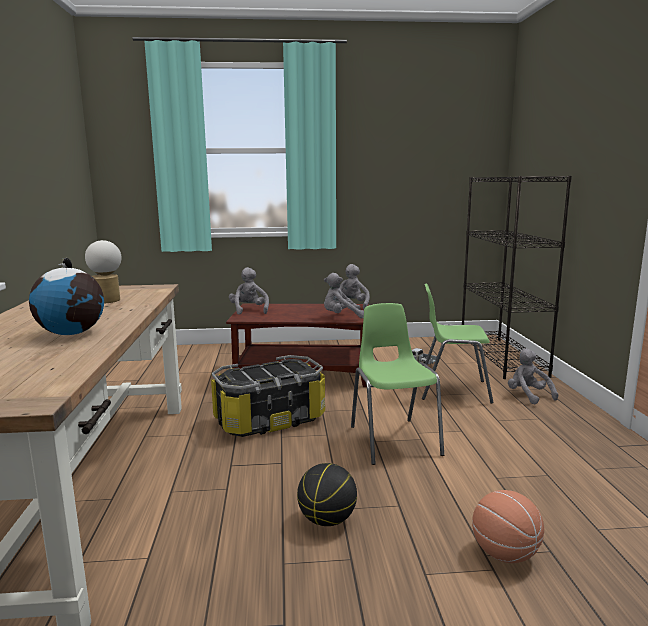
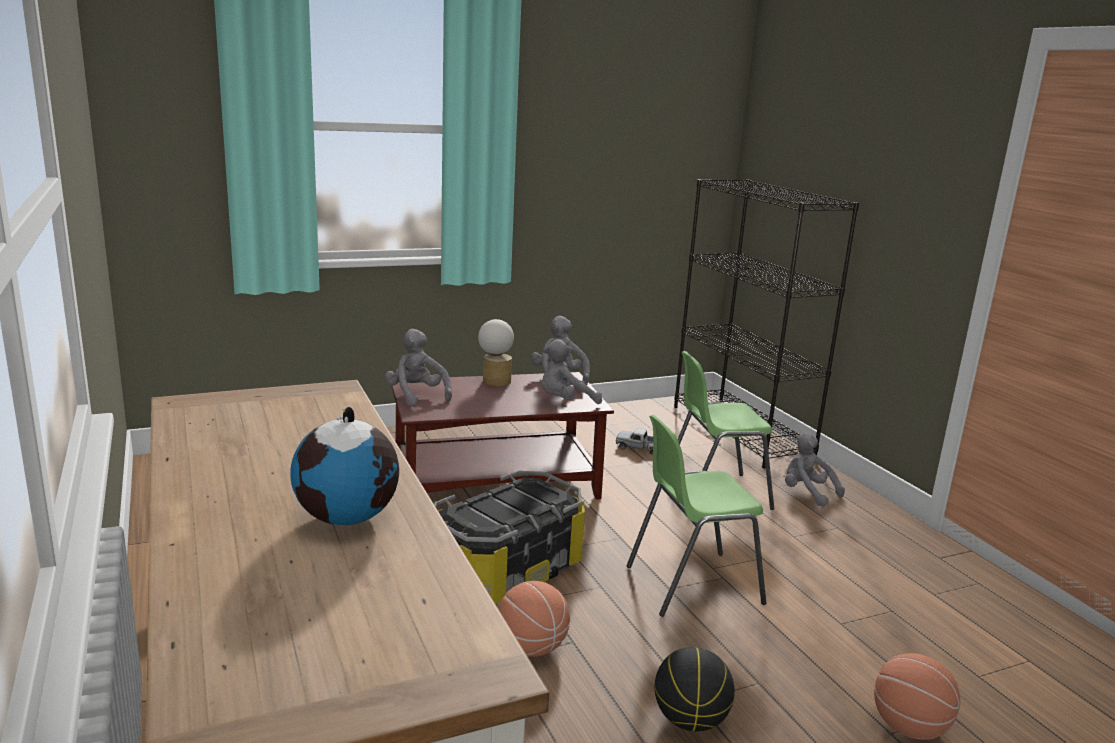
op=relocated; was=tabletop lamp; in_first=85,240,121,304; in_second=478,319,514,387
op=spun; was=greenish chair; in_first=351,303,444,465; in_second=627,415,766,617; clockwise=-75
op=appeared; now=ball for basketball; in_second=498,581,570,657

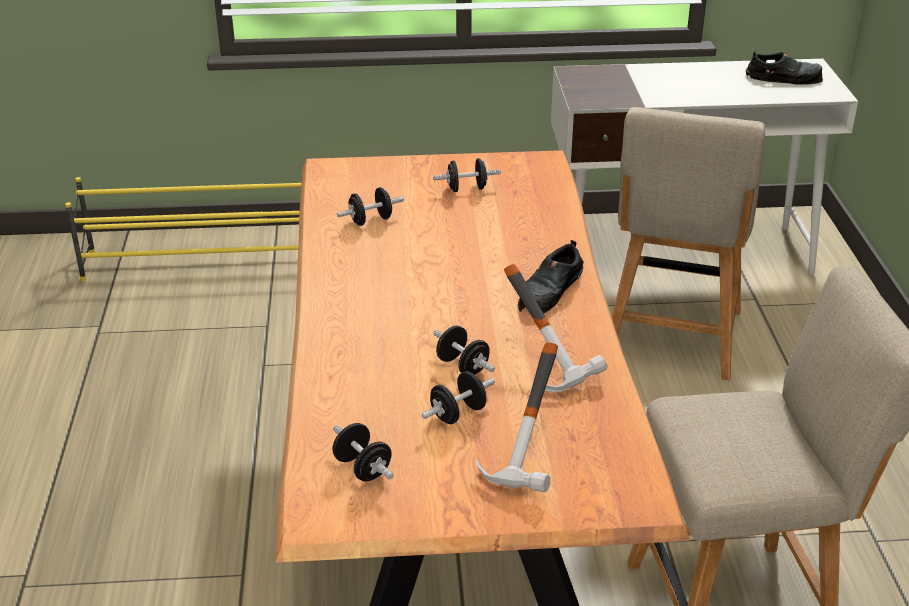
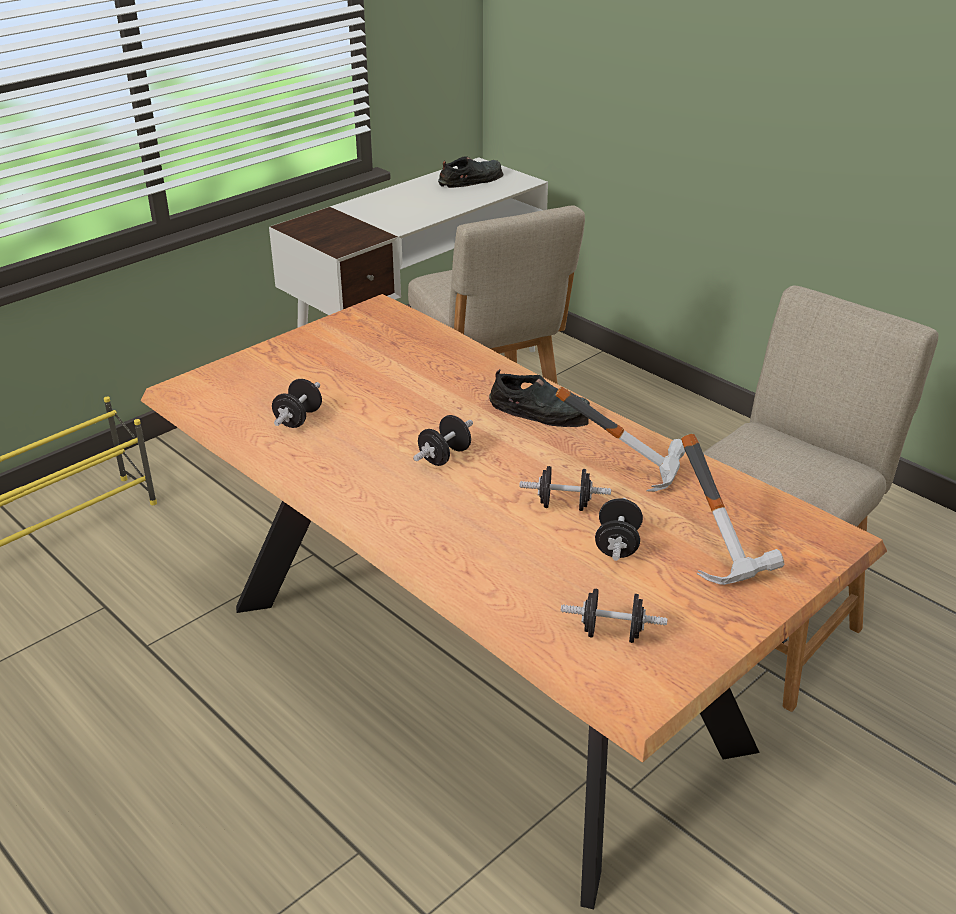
op=relocated; was=black-coloured hand weight; in_first=433,158,501,192; in_second=413,415,473,466
op=spun; was=black-coloured shoe; in_first=518,240,584,313; in_second=489,369,590,427; clockwise=-60

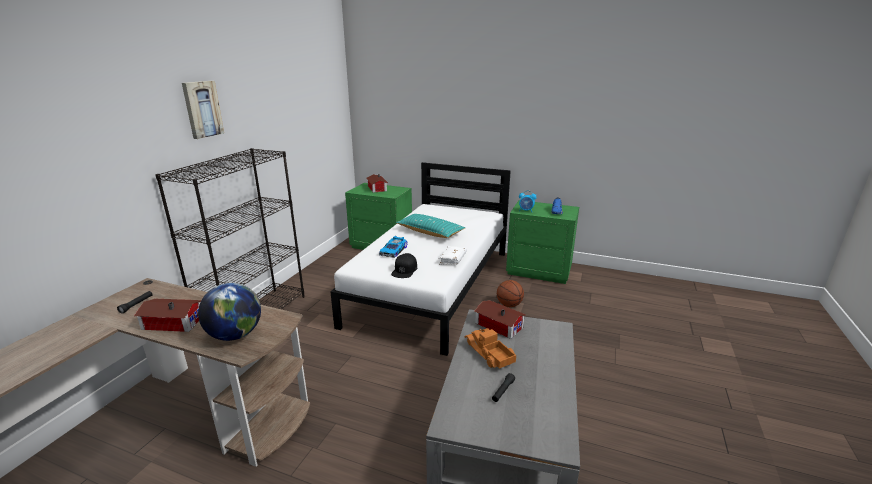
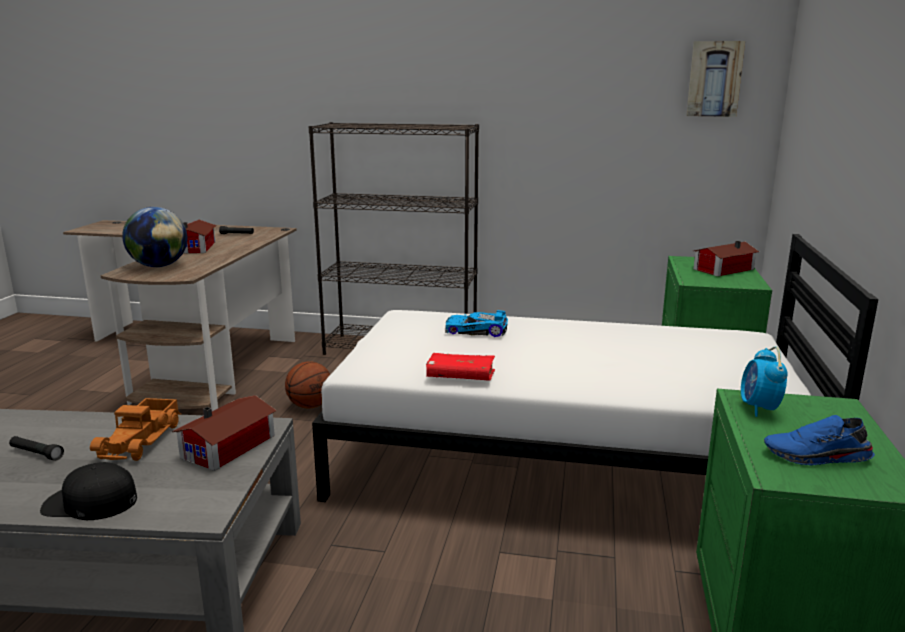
op=relocated; was=wall art; in_first=182,81,224,139; in_second=686,41,745,117
op=relocated; was=black-coloured peaked cap; in_first=391,253,417,278; in_second=40,462,137,520
op=missing; was=turquoise throw pillow; in_first=396,214,465,238
op=colour; was=white-coloured book; now=red-coloured book; in_first=439,246,467,265; in_second=426,353,495,381
op=spun; was=model truck; in_first=465,328,516,369; in_second=90,398,181,461; clockwise=135
op=relocated; was=ball for basketball; in_first=497,280,524,307; in_second=285,361,330,408

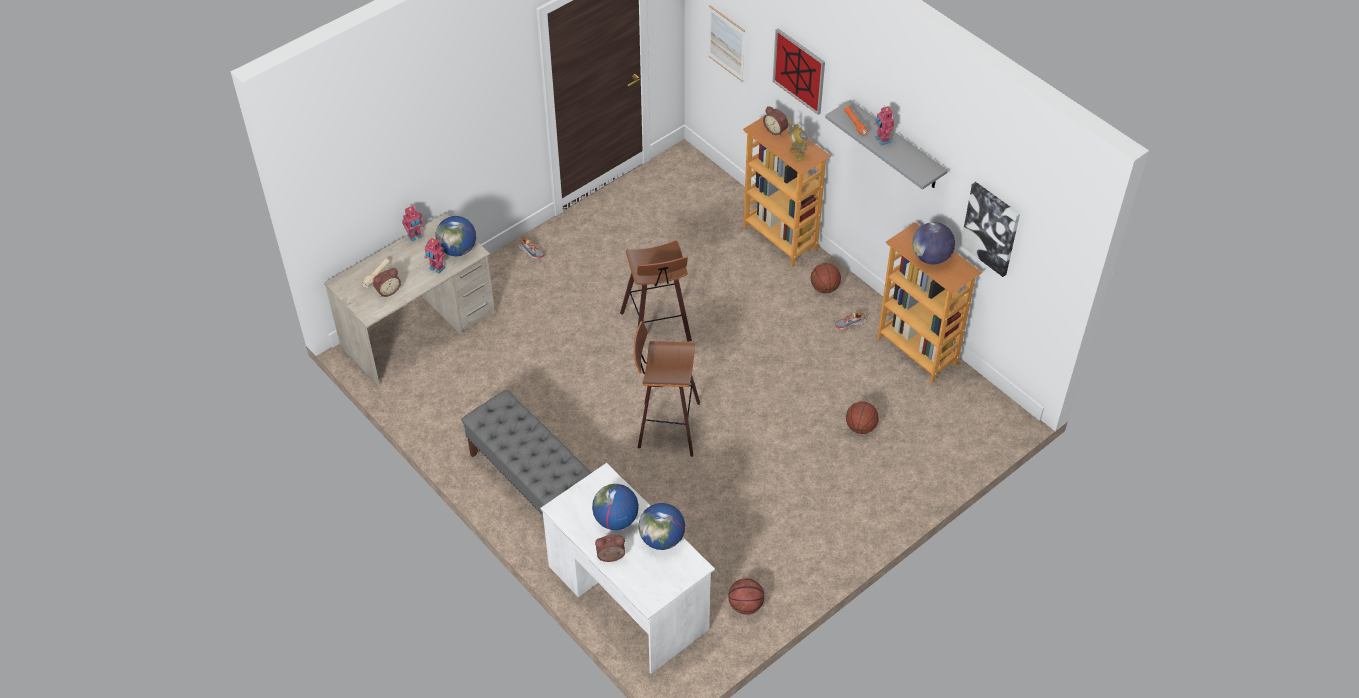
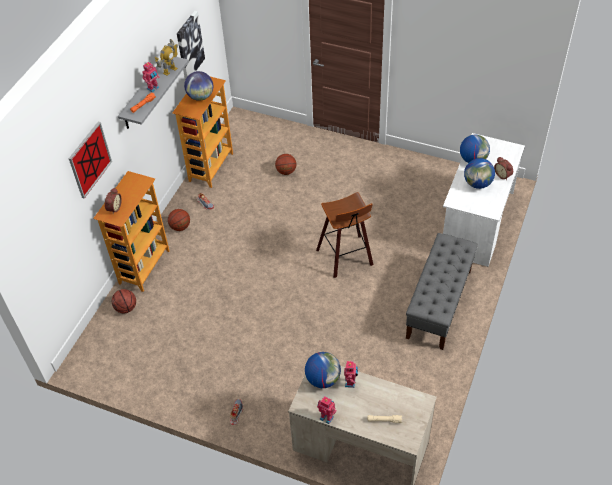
op=missing; was=table clock; in_first=373,268,401,297
op=missing; was=stool; in_first=620,240,692,342
op=missing; was=wall art; in_first=708,5,745,82
op=relocated; was=ball for basketball; in_first=728,578,764,615; in_second=112,289,136,313
op=relocated; was=toy robot; in_first=788,119,808,162; in_second=155,39,178,76

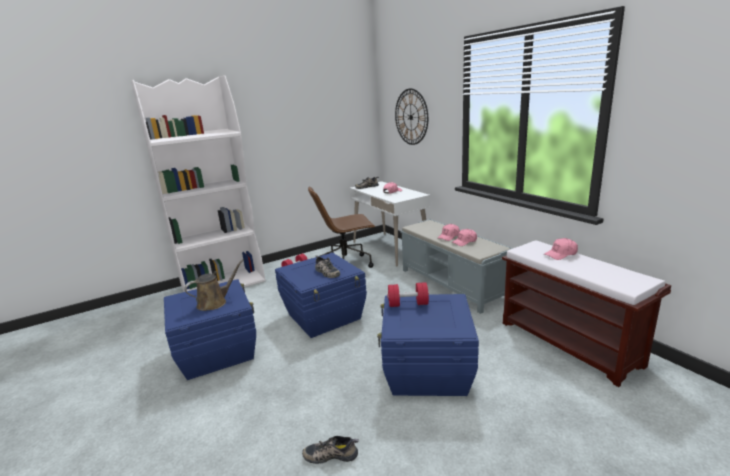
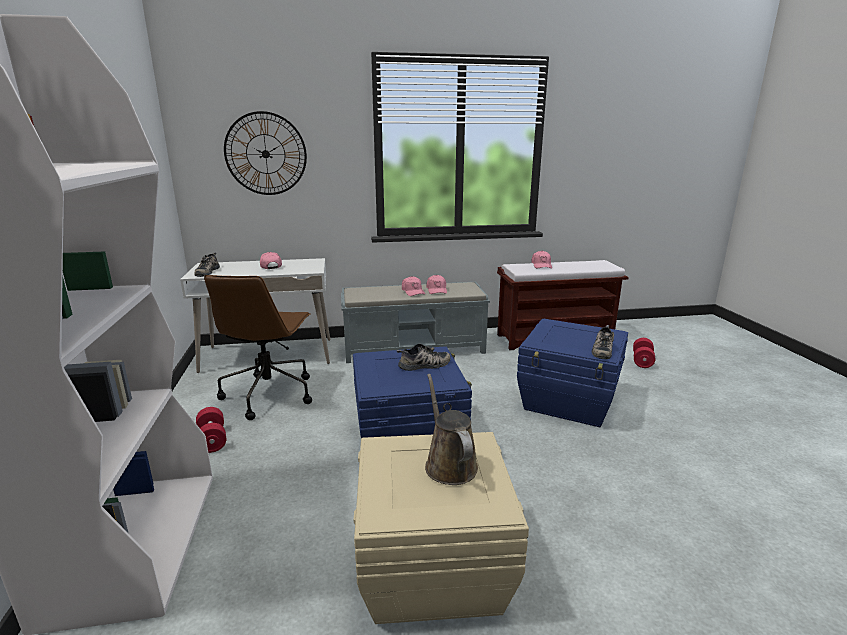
op=colour; was=blue storage bin; now=beige-coloured storage bin; in_first=164,279,256,380; in_second=354,432,529,624
op=relocated; was=shoe; in_first=302,436,359,464; in_second=592,325,614,359
op=relocated; was=red-coloured hand weight; in_first=387,282,429,307; in_second=633,338,655,368

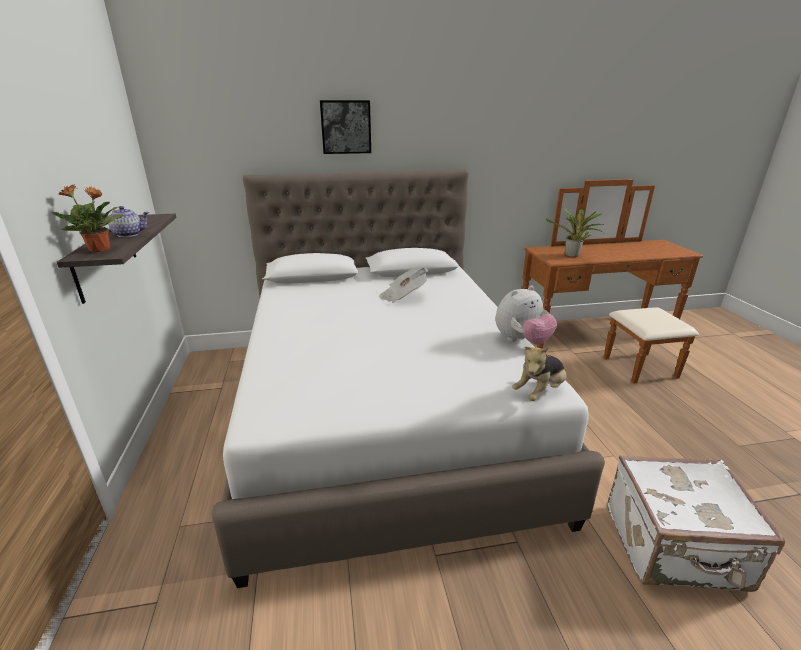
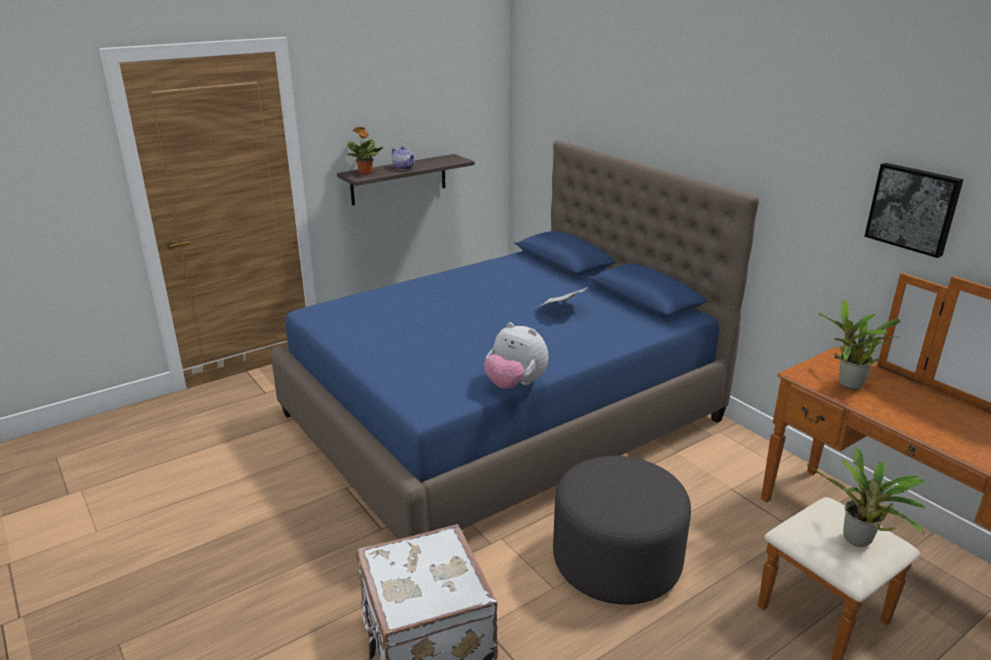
op=colour; was=white-coloured bedroom bed; now=blue bedroom bed; in_first=212,169,605,588; in_second=271,140,759,539
op=relocated; was=wall art; in_first=320,100,371,154; in_second=864,163,964,258
op=missing; was=cuddly toy; in_first=512,346,567,401
op=appeared; now=greyish ottoman; in_second=553,456,691,605
op=appeared; now=houseplant; in_second=807,447,925,547

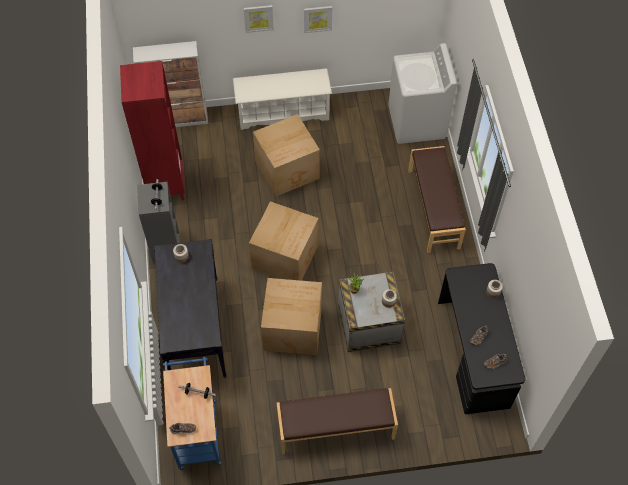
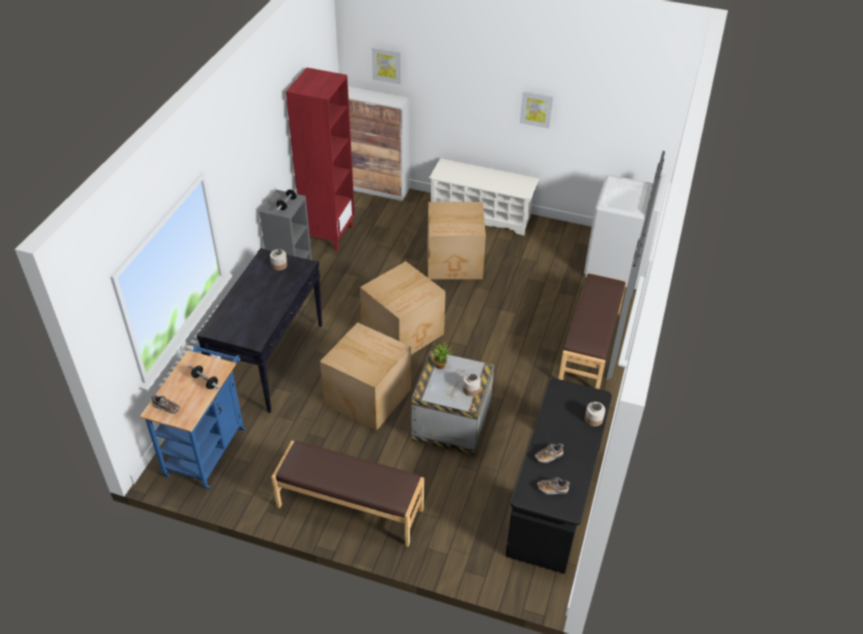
op=relocated; was=wall art; in_first=244,5,274,33; in_second=372,47,401,84

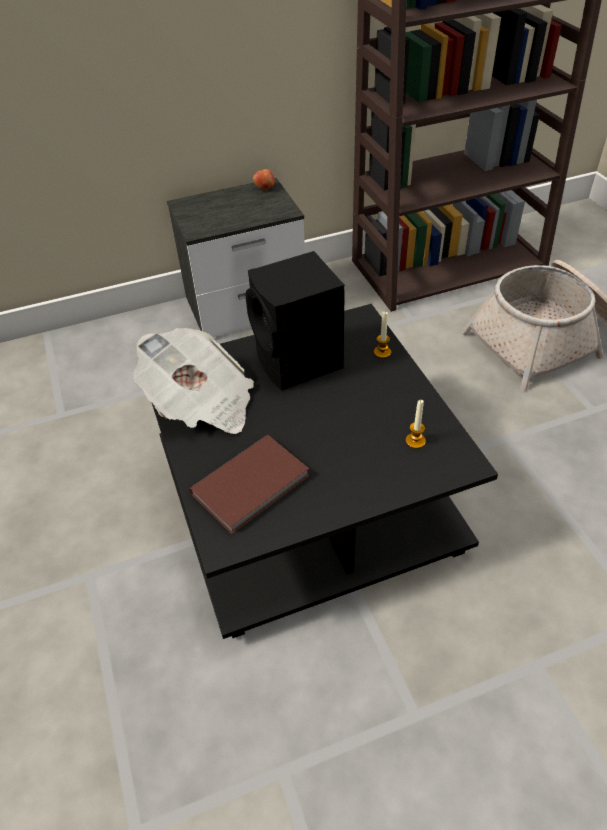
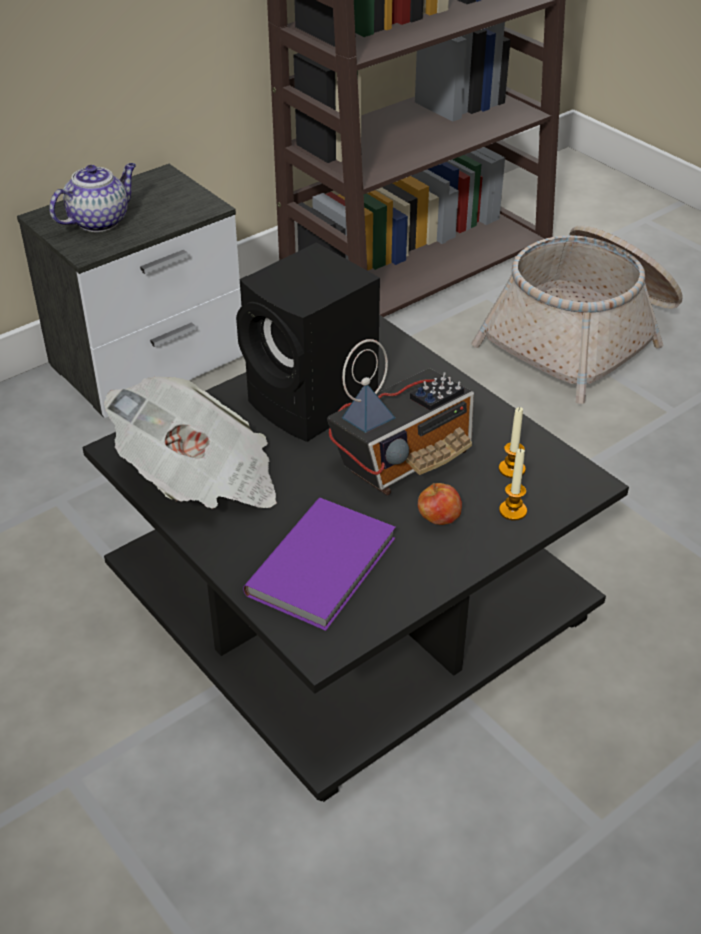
op=colour; was=brown book; now=purple-coloured book; in_first=189,435,310,534; in_second=243,498,396,631
op=relocated; was=apple; in_first=253,167,275,190; in_second=418,483,462,525
op=relocated; was=candle; in_first=374,312,391,358; in_second=499,449,527,521
op=appeared; now=pot for tea; in_second=49,163,136,232
op=appeared; now=radio set; in_second=327,339,474,495

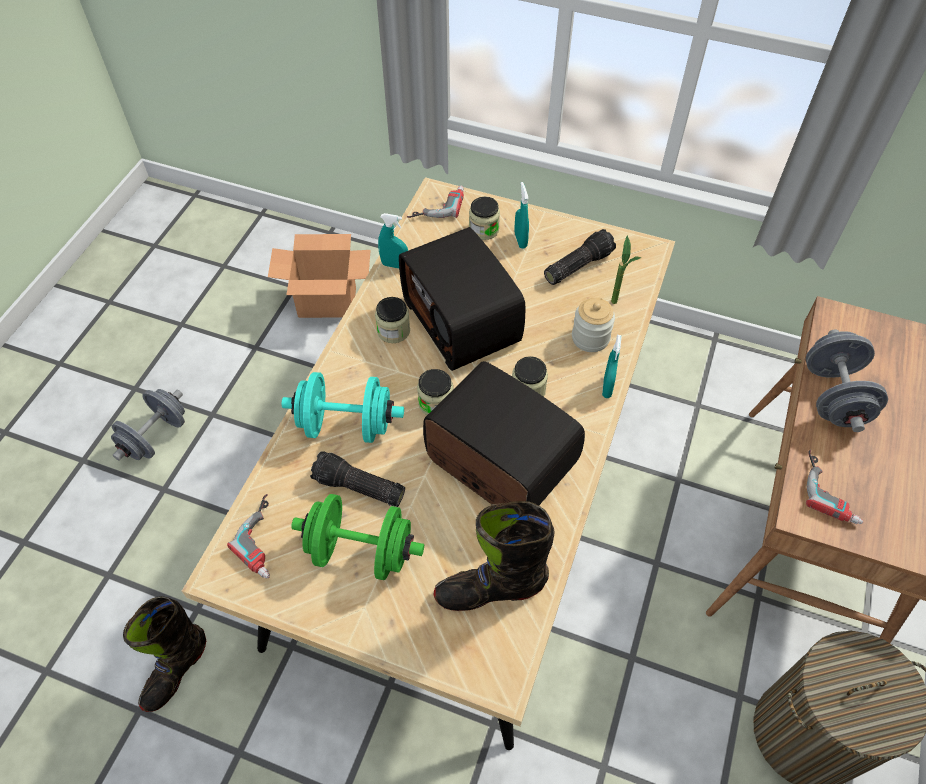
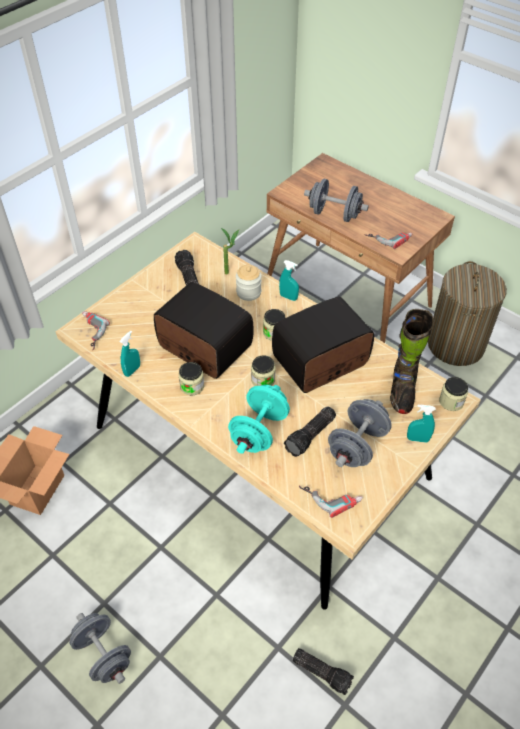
op=exchanged; was=black-coloured boot; now=hand torch; in_first=123,596,206,712; in_second=292,648,354,695
op=colour; was=greenish hand weight; now=greyish hand weight; in_first=291,494,424,580; in_second=328,399,392,467
op=spun; was=radio set; in_first=399,227,525,371; in_second=154,282,254,379; clockwise=-135
op=relocated; was=jar; in_first=469,197,500,240; in_second=439,377,468,411
op=relocated; was=turquoise sprayer; in_first=514,182,529,249; in_second=407,405,435,443

